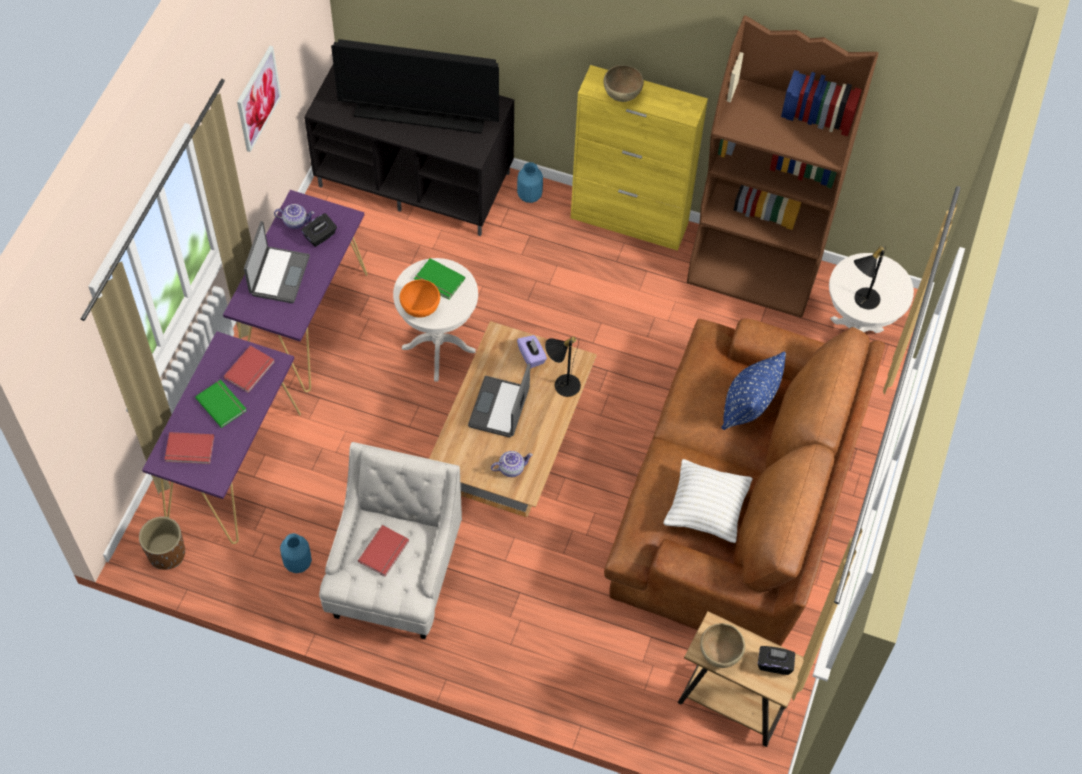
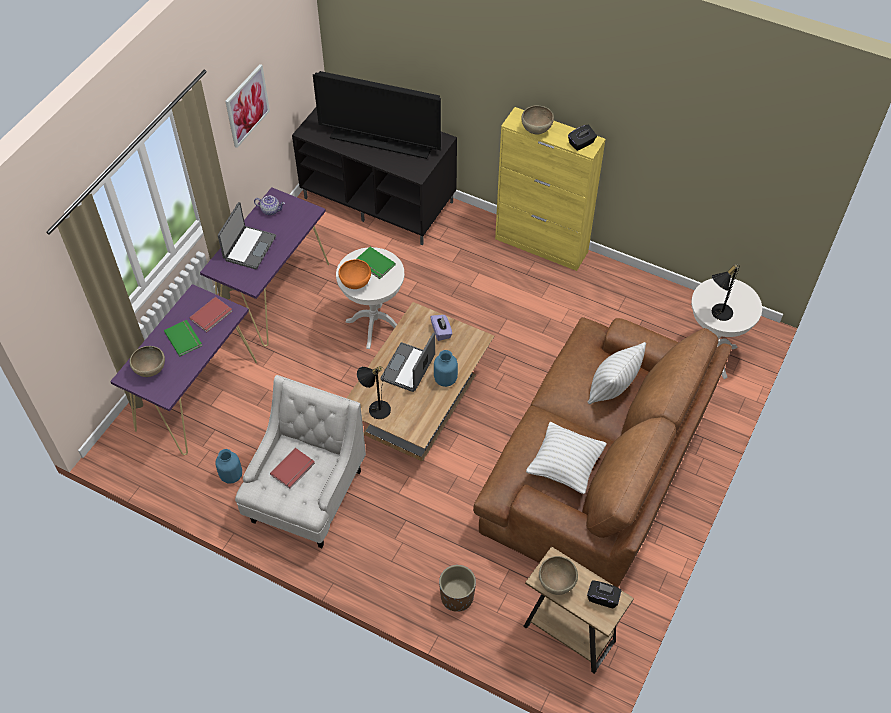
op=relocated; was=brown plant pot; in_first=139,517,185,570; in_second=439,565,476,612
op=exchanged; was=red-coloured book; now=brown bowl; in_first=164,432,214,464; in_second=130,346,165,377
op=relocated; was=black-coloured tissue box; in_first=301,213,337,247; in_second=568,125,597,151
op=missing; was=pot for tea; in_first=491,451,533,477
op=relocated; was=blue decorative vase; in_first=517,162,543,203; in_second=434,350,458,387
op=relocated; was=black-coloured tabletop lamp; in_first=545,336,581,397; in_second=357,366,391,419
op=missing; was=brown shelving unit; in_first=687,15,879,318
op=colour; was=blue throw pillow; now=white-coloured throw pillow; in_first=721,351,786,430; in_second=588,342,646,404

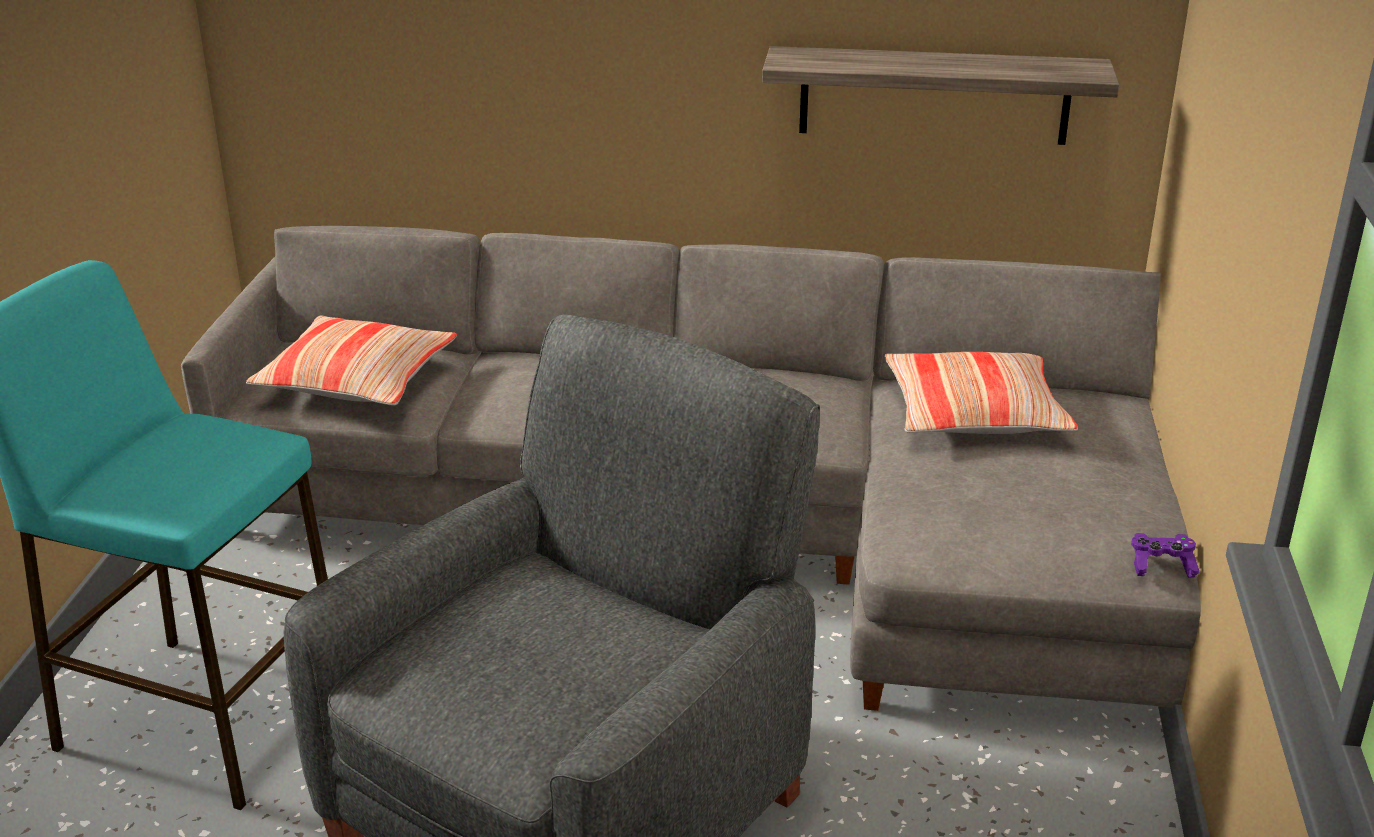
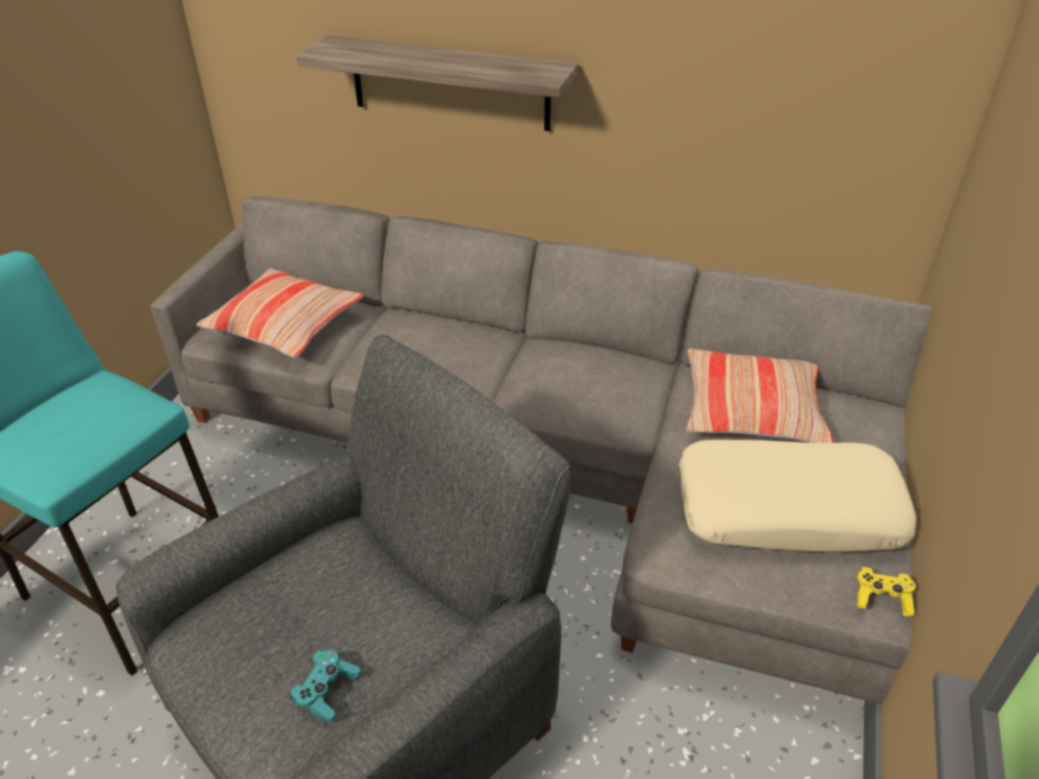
op=relocated; was=bracket shelf; in_first=762,46,1119,145; in_second=297,36,578,131
op=colour; was=purple-coloured joypad; now=yellowish joypad; in_first=1131,533,1200,578; in_second=857,567,916,617
op=appeared; now=turquoise joypad; in_second=289,650,361,723
op=appeared; now=beige-coloured throw pillow; in_second=679,440,916,553

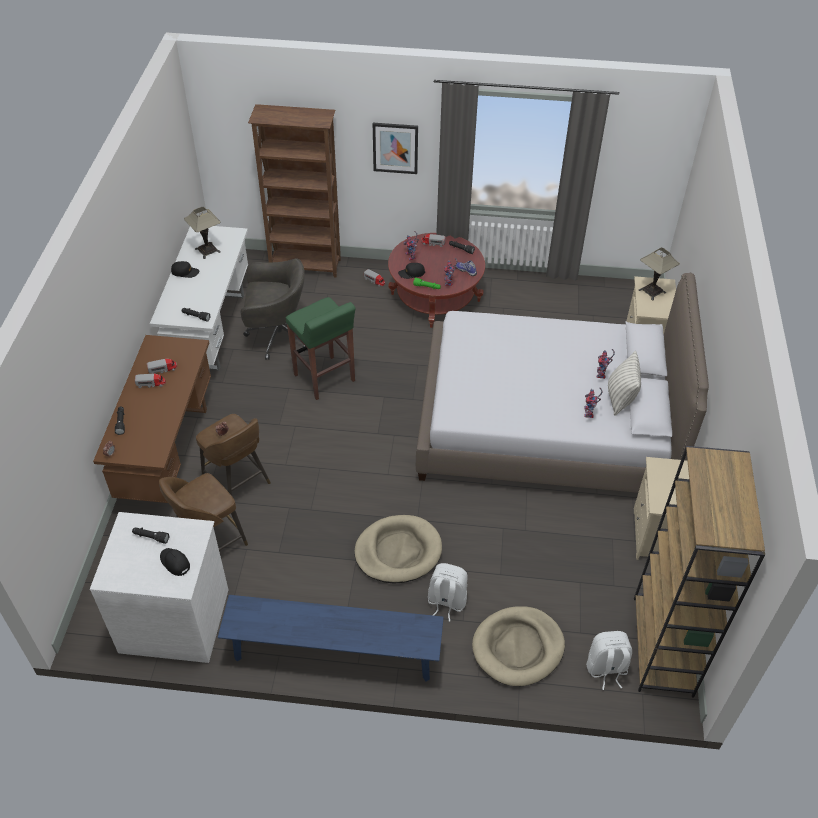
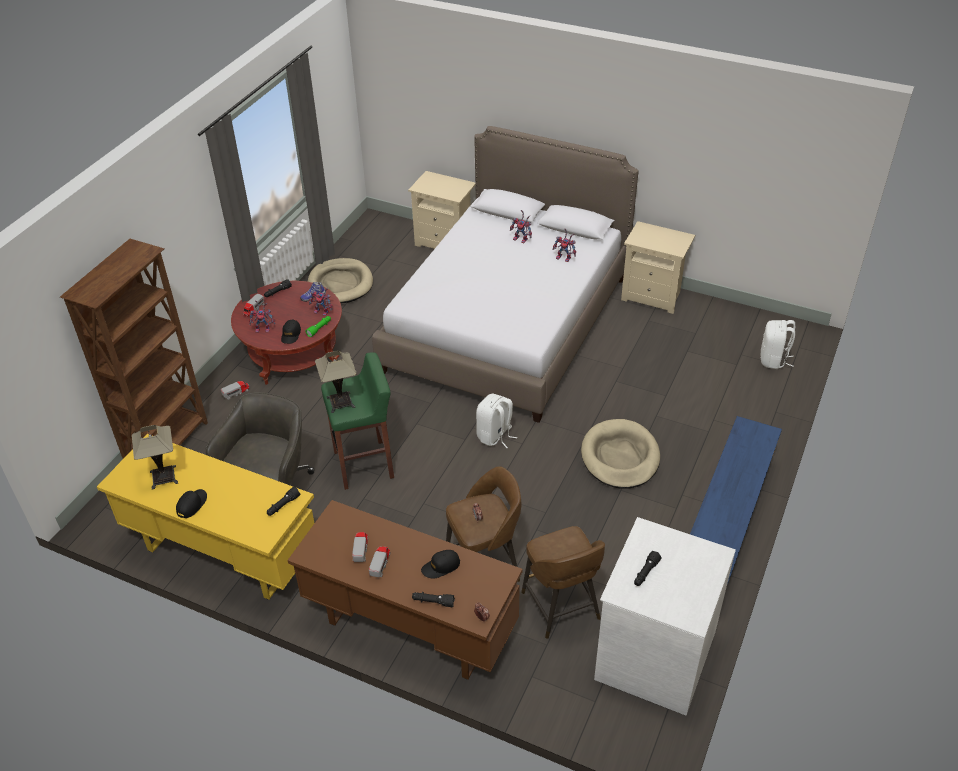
op=colour; was=white-coloured desk unit; now=yellowish desk unit; in_first=150,226,248,371; in_second=97,434,314,600
op=relocated; was=black-coloured peaked cap; in_first=160,548,190,576; in_second=421,550,460,578
op=missing; was=wall art; in_first=373,123,418,174
op=relocated; was=white-coloured rucksack; in_first=428,563,467,622; in_second=476,393,517,448
op=relocated; was=beige-coloured dog cushion; in_first=472,606,565,686; in_second=308,258,373,303
op=missing; was=throw pillow; in_first=608,351,641,416
op=missing; was=brown shelving unit; in_first=634,446,765,698
op=relocated; was=tabletop lamp; in_first=639,248,680,301; in_second=315,350,357,413

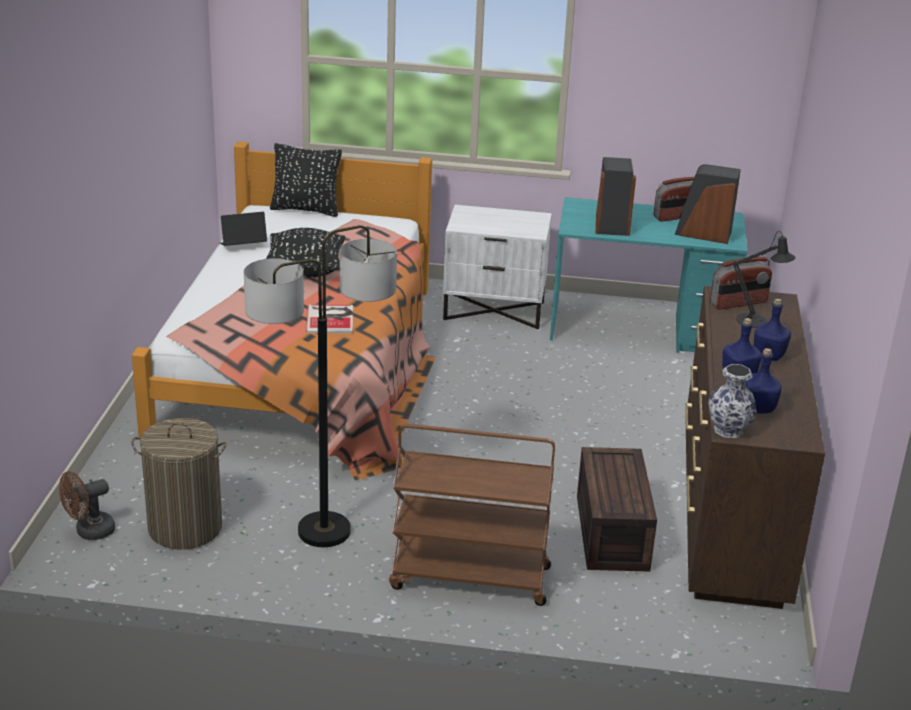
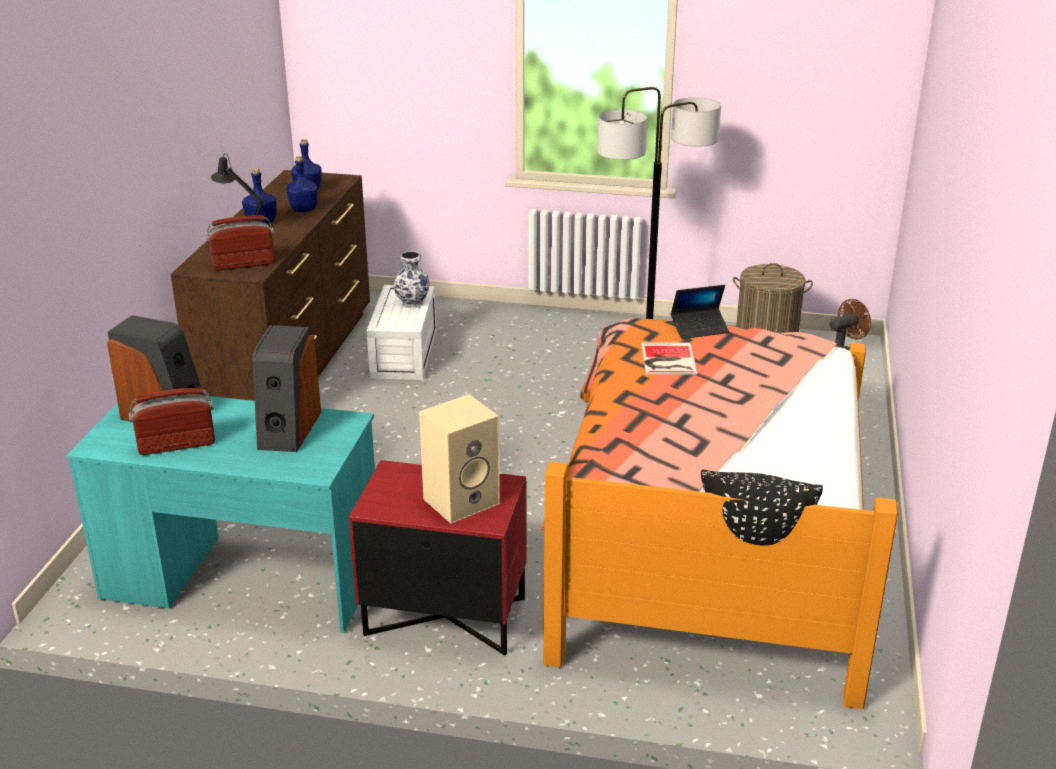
op=relocated; was=portable computer; in_first=219,212,267,246; in_second=671,285,729,339
op=missing; was=black-coloured throw pillow; in_first=266,228,345,277
op=missing; was=brown trolley; in_first=389,424,555,606
op=colour; was=white-coloured nightstand; now=red-coloured nightstand; in_first=443,205,552,329; in_second=349,460,527,656
op=colour; was=brown storage bin; now=white-coloured storage bin; in_first=577,447,657,572; in_second=367,285,436,380
op=relocated; was=decorative vase; in_first=708,364,757,438; in_second=394,252,430,308
op=appeared; now=beige-coloured speaker; in_second=419,394,500,524

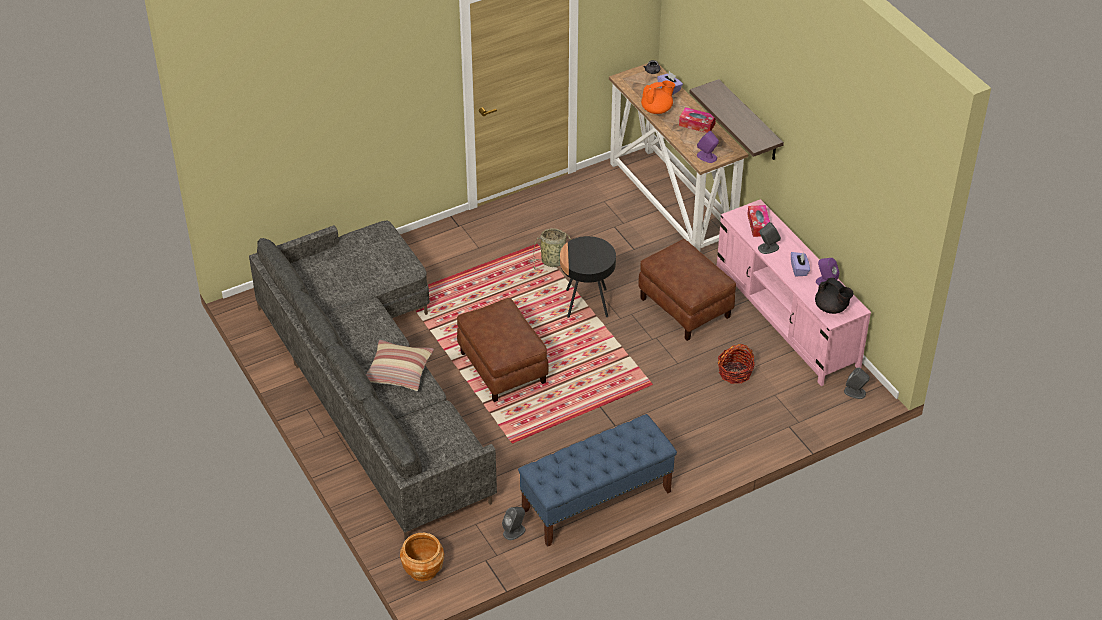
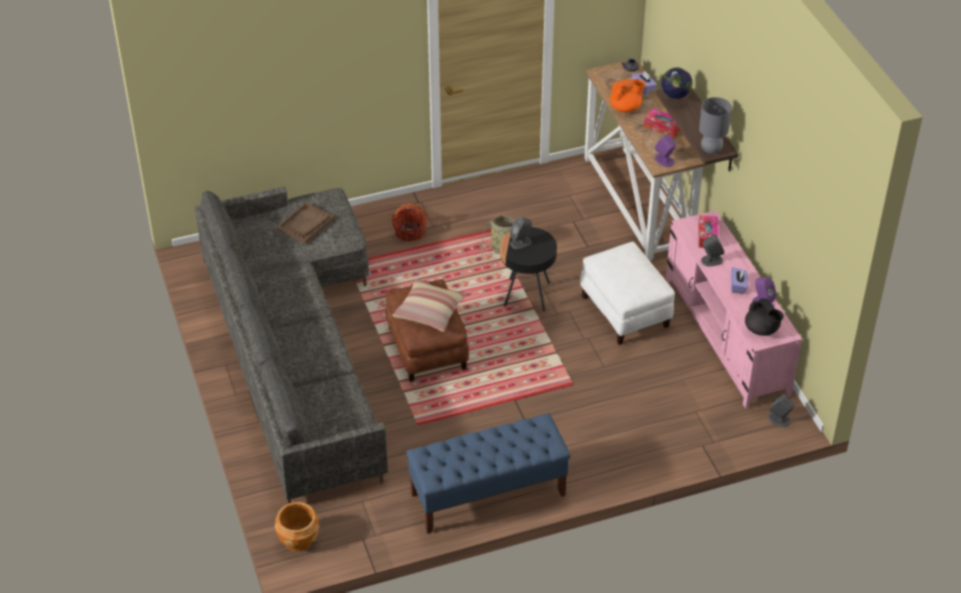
op=relocated; was=throw pillow; in_first=366,340,434,391; in_second=392,278,467,332
op=relocated; was=greyish speaker; in_first=502,507,526,540; in_second=510,217,532,249
op=colour; was=brown ottoman; now=white-coloured ottoman; in_first=638,239,736,341; in_second=580,242,675,345
op=relocated; was=household basket; in_first=718,344,755,384; in_second=391,203,427,242
op=appeared; now=brown tray; in_second=277,202,334,244
op=appeared; now=world globe; in_second=661,67,693,107
op=appeared; now=greyish tabletop lamp; in_second=699,97,732,154

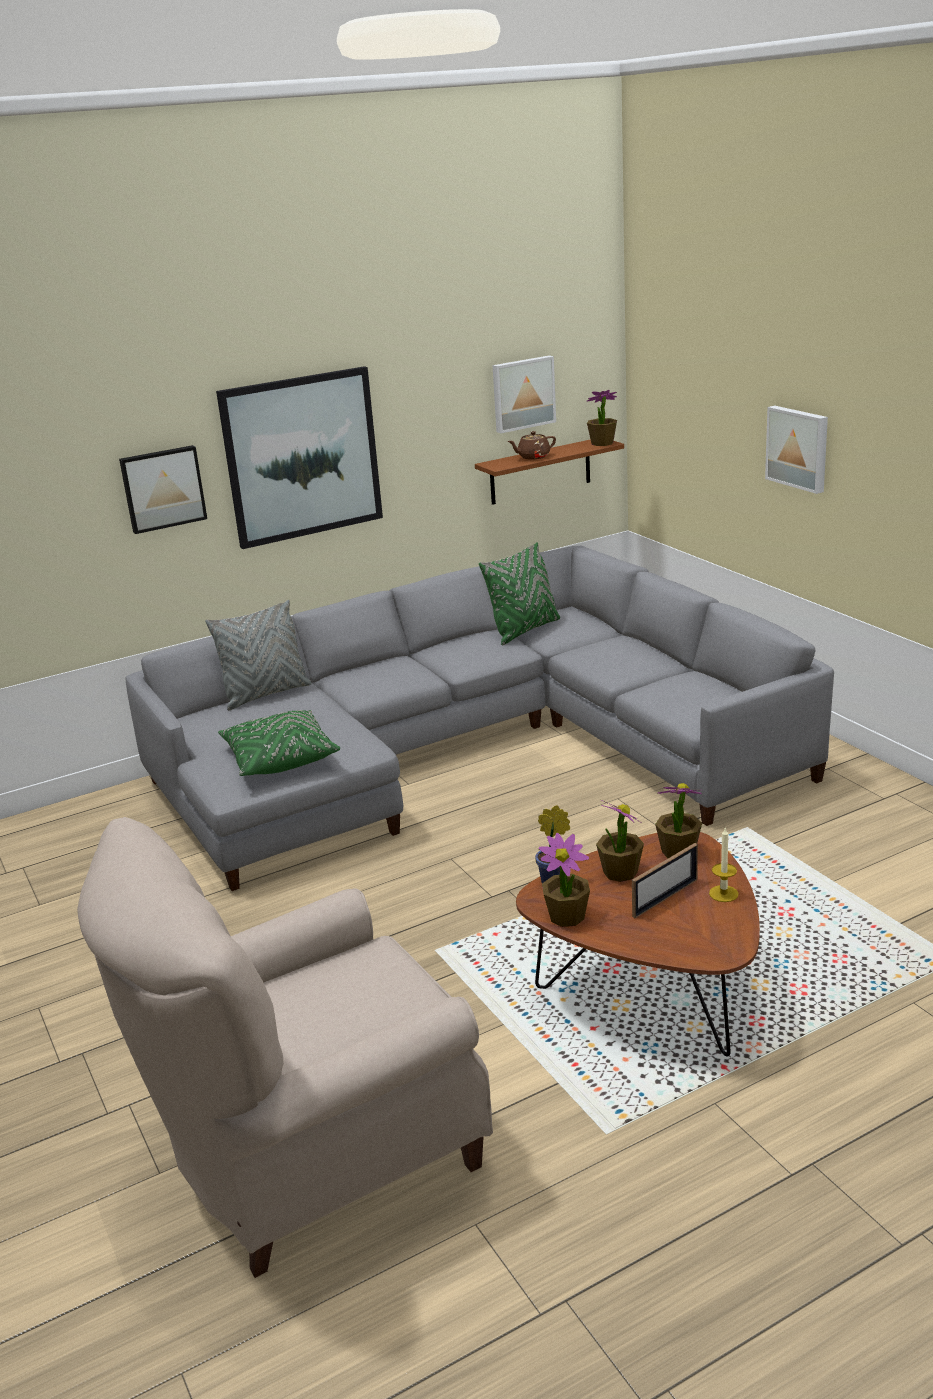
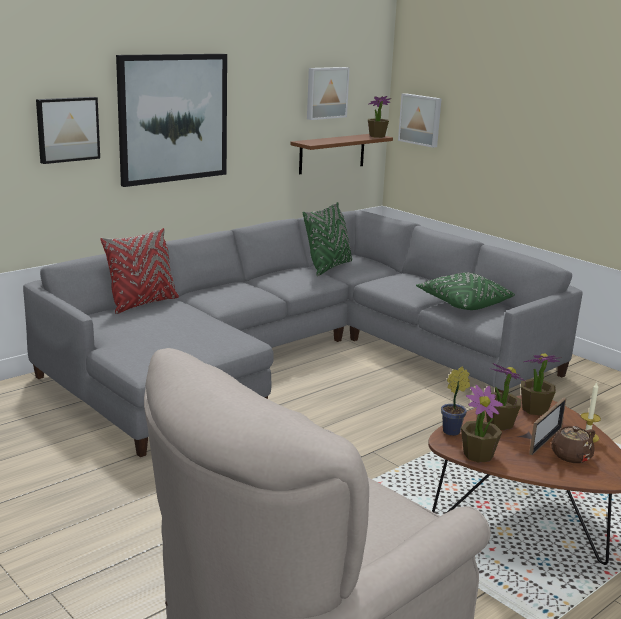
op=colour; was=greyish throw pillow; now=red-coloured throw pillow; in_first=205,600,312,710; in_second=100,228,179,314
op=relocated; was=greenish throw pillow; in_first=218,710,340,776; in_second=416,272,515,310
op=relocated; was=brown pot for tea; in_first=508,431,556,459; in_second=551,426,595,463
op=relocated; was=wall art; in_first=765,406,828,494; in_second=398,93,441,148

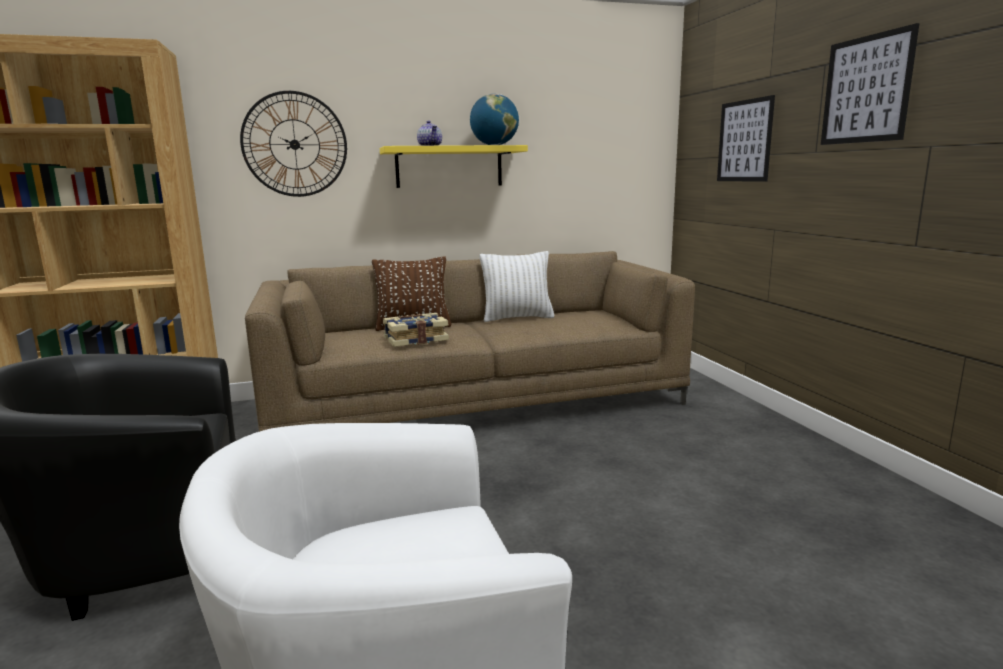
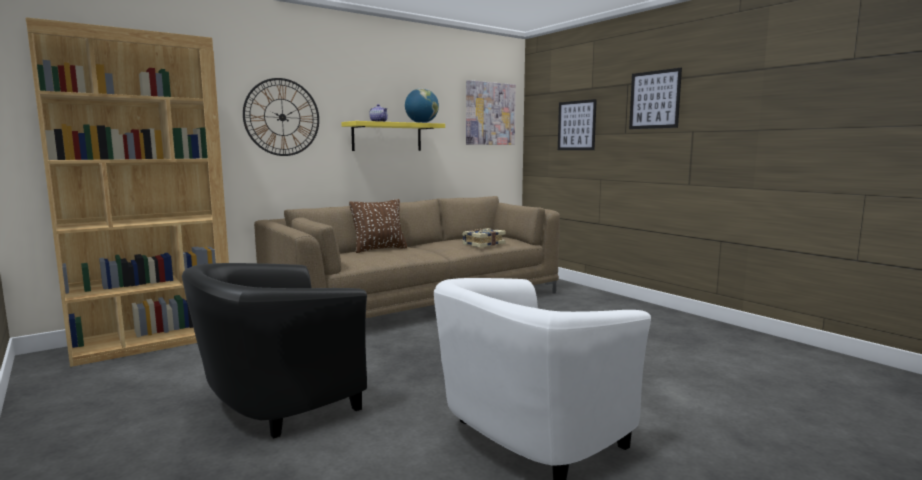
op=relocated; was=book; in_first=383,313,449,347; in_second=462,228,506,248
op=missing; was=white-coloured throw pillow; in_first=480,251,555,322
op=appeared; now=wall art; in_second=466,80,516,145

